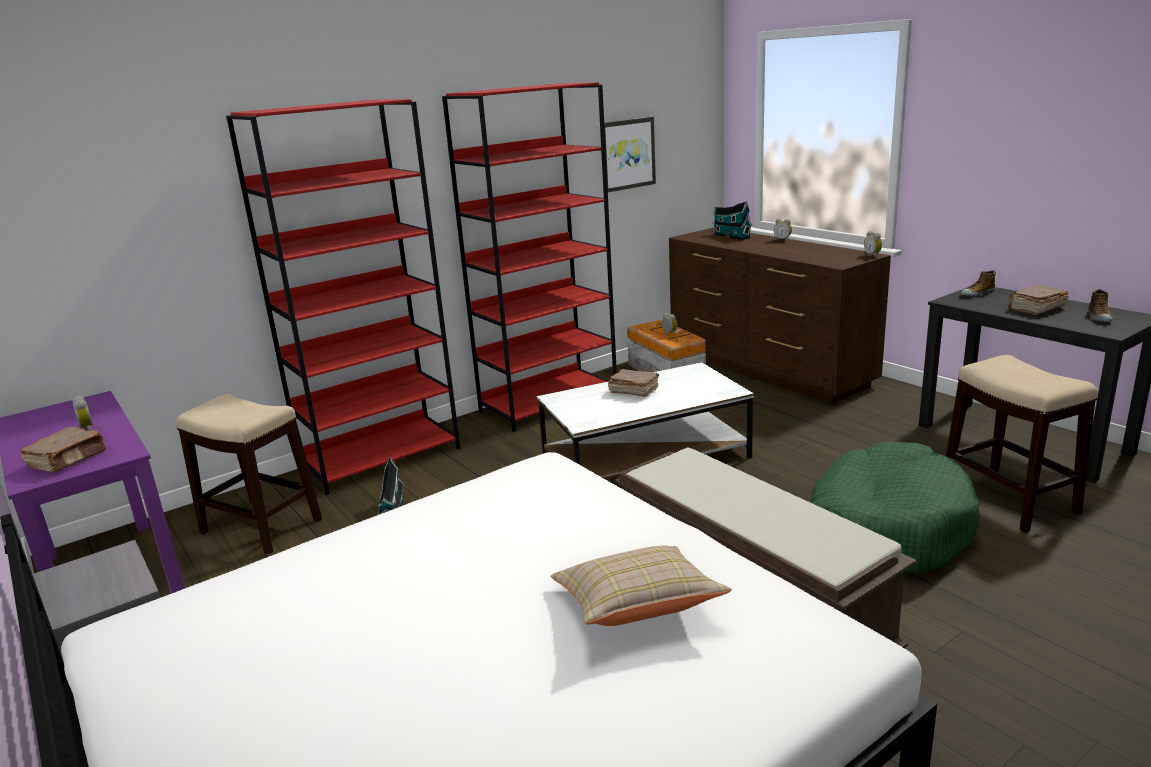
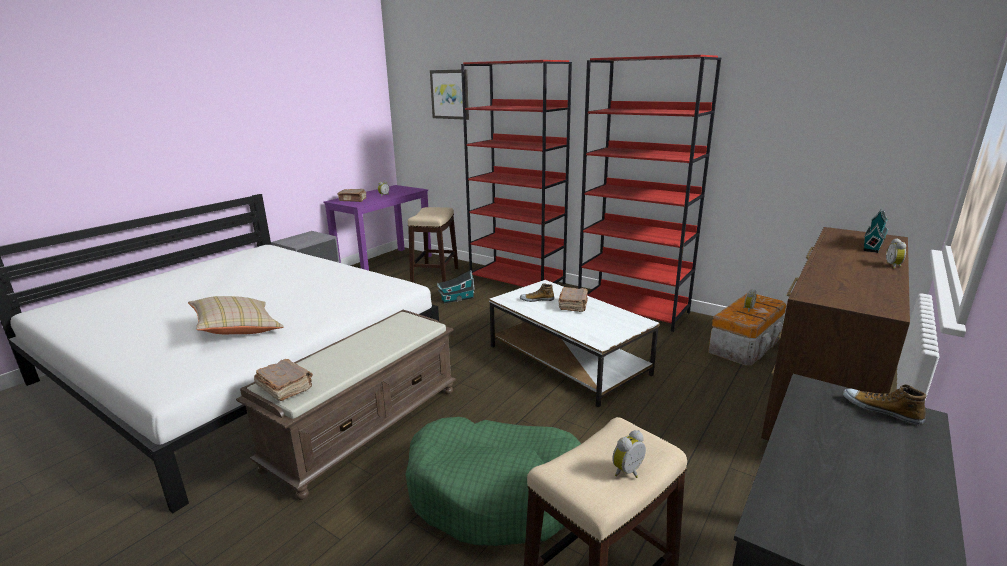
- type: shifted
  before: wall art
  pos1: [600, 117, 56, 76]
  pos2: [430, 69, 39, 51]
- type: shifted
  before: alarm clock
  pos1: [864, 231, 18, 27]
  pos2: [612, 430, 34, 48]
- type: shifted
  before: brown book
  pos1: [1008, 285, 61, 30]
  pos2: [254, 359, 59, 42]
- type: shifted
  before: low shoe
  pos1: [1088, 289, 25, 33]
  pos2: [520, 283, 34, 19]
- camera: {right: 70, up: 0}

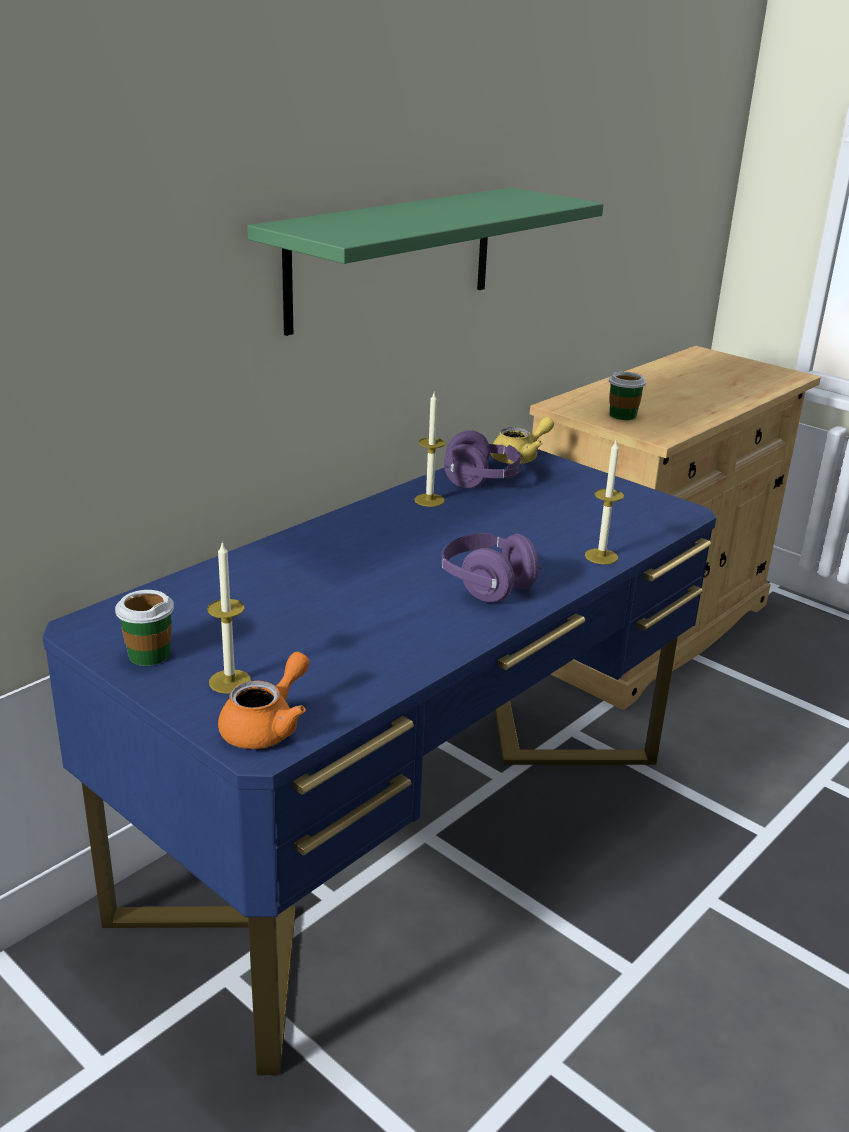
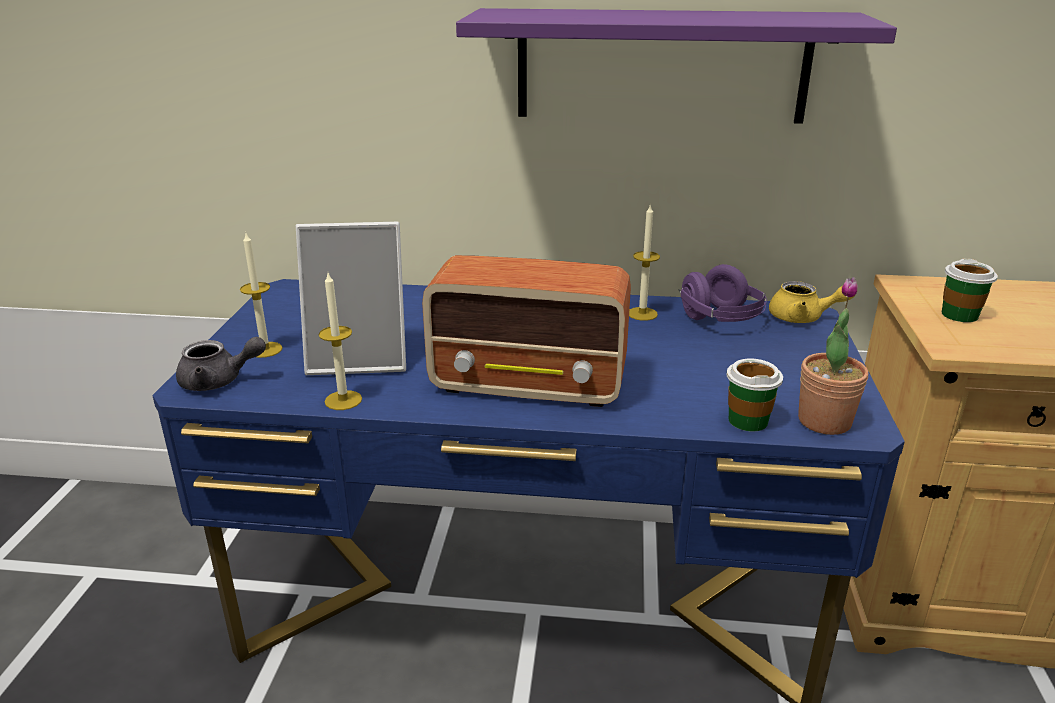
- type: new
  after: picture frame
  pos2: [296, 222, 110, 153]
- type: new
  after: potted plant
  pos2: [798, 277, 70, 158]
- type: shifted
  before: small cup
  pos1: [115, 590, 59, 76]
  pos2: [727, 359, 56, 72]
- type: shifted
  before: candle
  pos1: [585, 441, 39, 123]
  pos2: [319, 273, 43, 137]
- type: swapped
  before: purple headset
  after: radio set
  pos1: [441, 533, 101, 69]
  pos2: [422, 255, 209, 152]
- type: repainted
  before: orangey teapot
  after: grey teapot
  pos1: [218, 652, 92, 97]
  pos2: [176, 337, 90, 54]
- type: repainted
  before: greenish wall shelf
  after: purple wall shelf
  pos1: [247, 188, 357, 148]
  pos2: [456, 8, 441, 116]
- camera: {right: 55, up: 0}

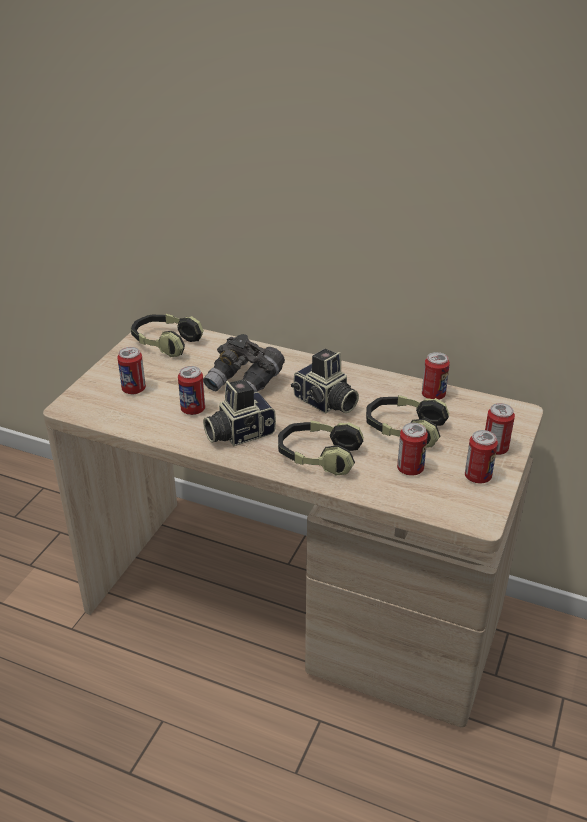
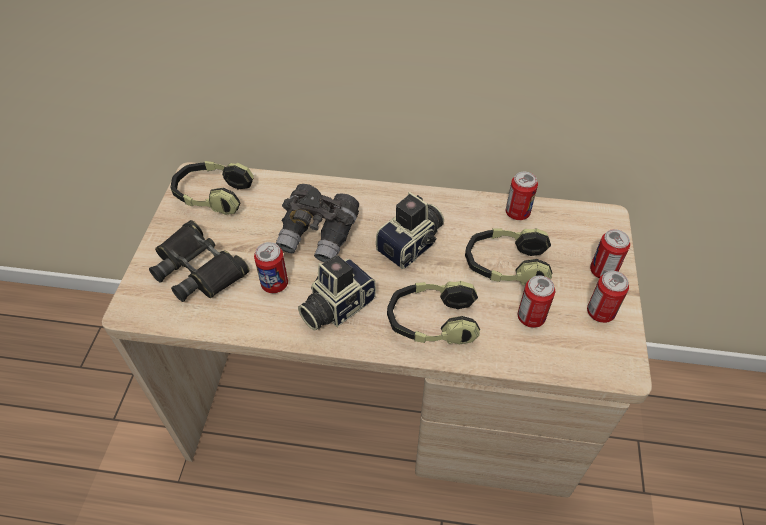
- type: swapped
  before: metal can
  after: black-coloured pair of binoculars
  pos1: [117, 347, 29, 47]
  pos2: [149, 220, 100, 82]
- type: rotated
  before: still camera
  pos1: [291, 349, 68, 64]
  pos2: [376, 192, 68, 77]
  turn: -75
- camera: {right: -15, up: 15}

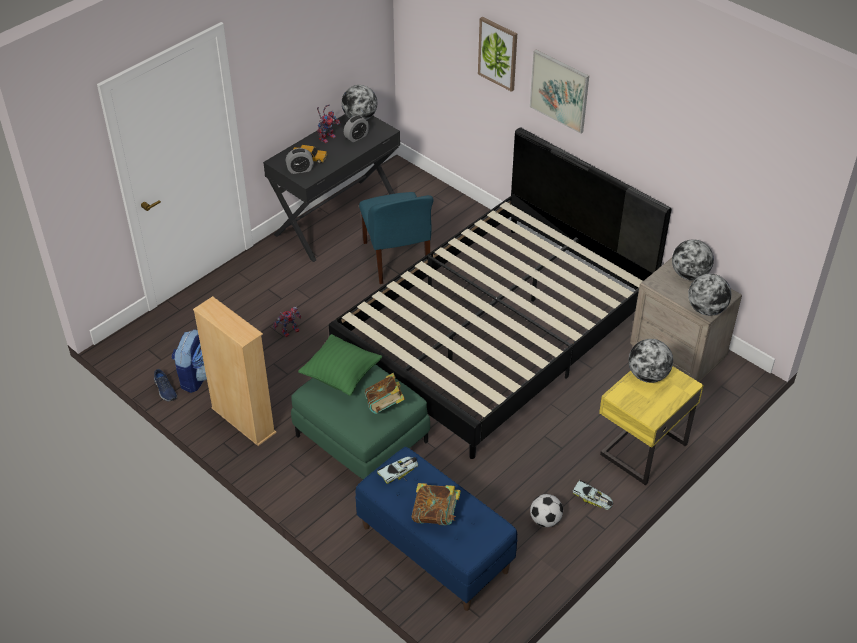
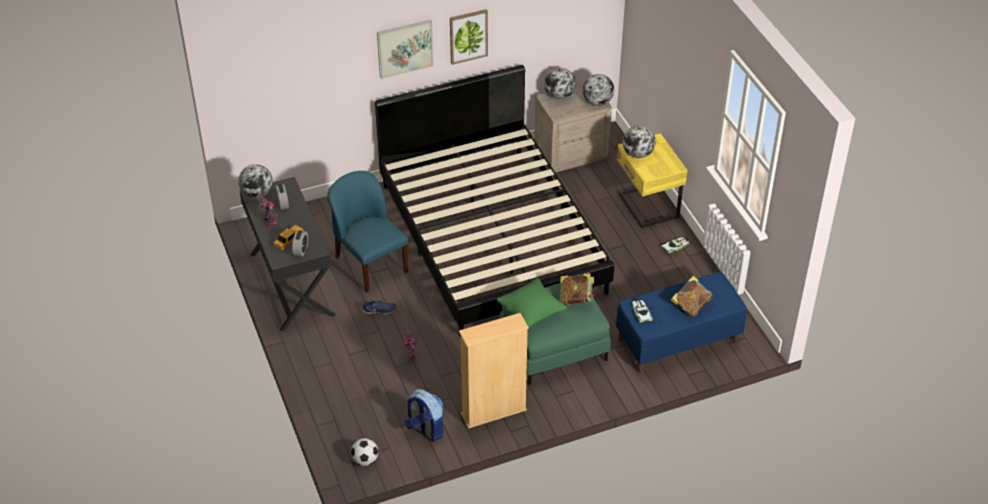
- type: shifted
  before: blue low shoe
  pos1: [154, 369, 23, 32]
  pos2: [362, 300, 35, 15]
- type: shifted
  before: wall art
  pos1: [478, 17, 39, 75]
  pos2: [450, 9, 38, 56]
- type: shifted
  before: football ball
  pos1: [530, 494, 33, 33]
  pos2: [351, 438, 27, 28]
- type: rotated
  before: blue plain chair
  pos1: [359, 192, 75, 92]
  pos2: [327, 171, 81, 121]
  turn: -135
- camera: {right: -65, up: 0}

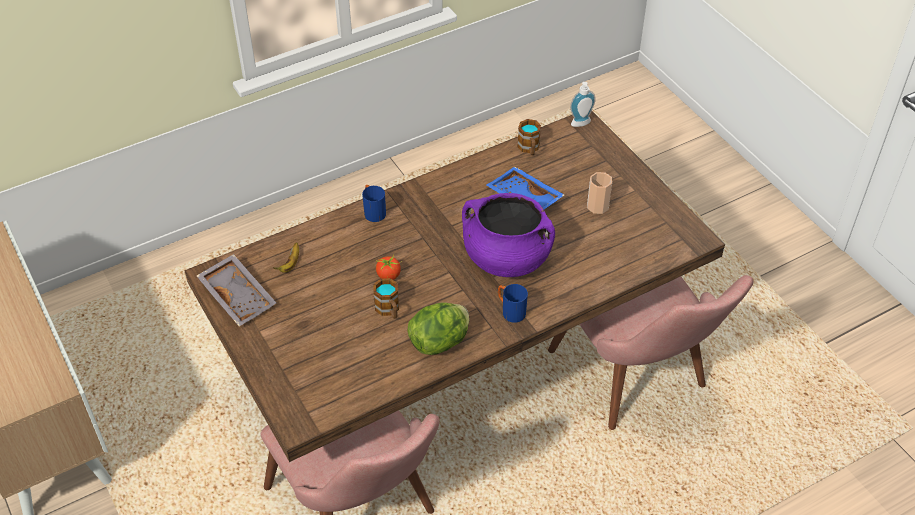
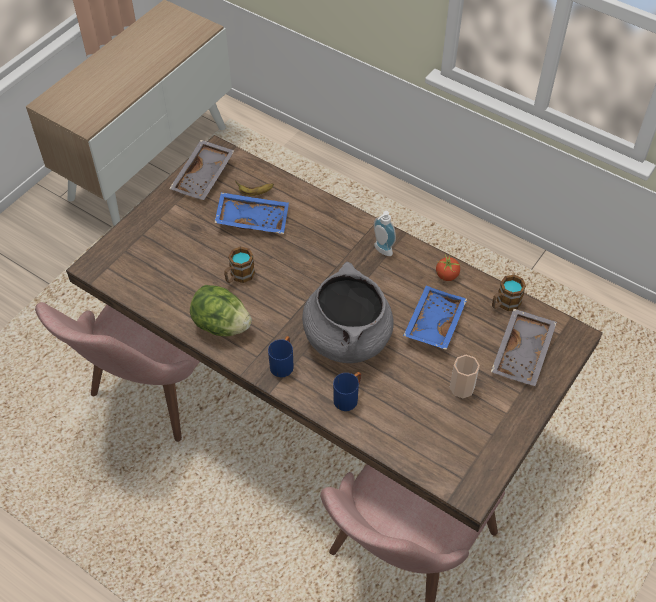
- type: new
  after: blue serving tray
  pos2: [214, 192, 75, 42]
- type: new
  after: grey serving tray
  pos2: [491, 309, 66, 77]
- type: shifted
  before: blue coffee mug
  pos1: [362, 185, 24, 37]
  pos2: [333, 372, 28, 39]
- type: shifted
  before: whole tomato
  pos1: [375, 256, 26, 24]
  pos2: [436, 254, 26, 27]
- type: shifted
  before: soap bottle
  pos1: [570, 82, 26, 45]
  pos2: [374, 211, 22, 45]
- type: repainted
  before: purple cooking pot
  after: grey cooking pot
  pos1: [462, 193, 93, 84]
  pos2: [302, 262, 92, 101]
- camera: {right: 65, up: 5}

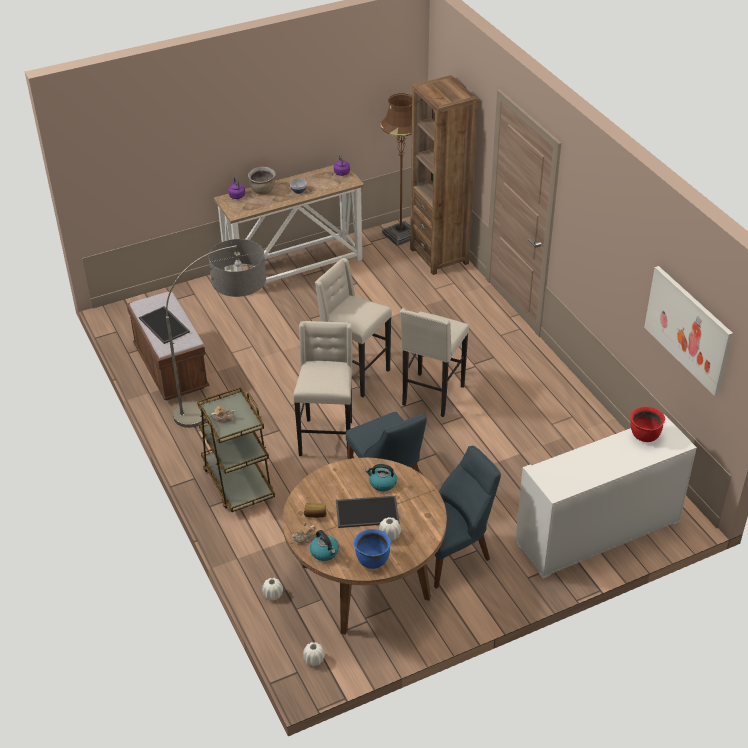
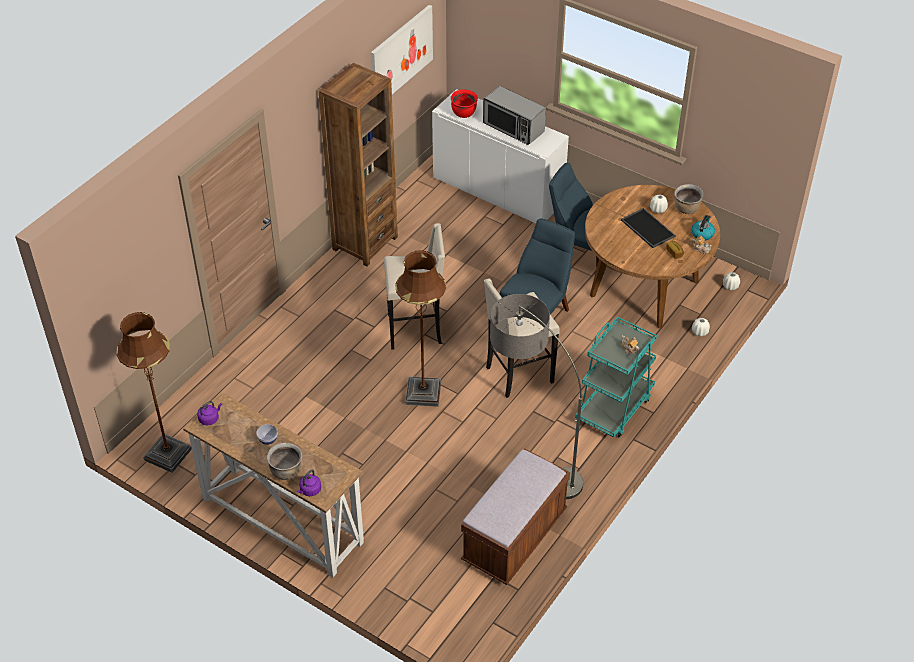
- type: gone
  before: serving tray
  pos1: [139, 306, 51, 38]
- type: gone
  before: water kettle
  pos1: [365, 464, 32, 27]
- type: new
  after: microwave
  pos2: [483, 86, 63, 59]
- type: shifted
  before: brown bookshelf
  pos1: [410, 75, 67, 200]
  pos2: [319, 63, 79, 203]
- type: swapped
  before: beige-coloured stool seat
  after: brown standard lamp
  pos1: [315, 258, 77, 139]
  pos2: [395, 250, 51, 157]
- type: repainted
  before: brown cart
  after: blue-green cart
  pos1: [197, 387, 78, 125]
  pos2: [575, 317, 82, 120]
- type: repainted
  before: blue cooking pot
  after: brown cooking pot
  pos1: [353, 529, 38, 40]
  pos2: [674, 184, 29, 30]
- camera: {right: -120, up: 5}

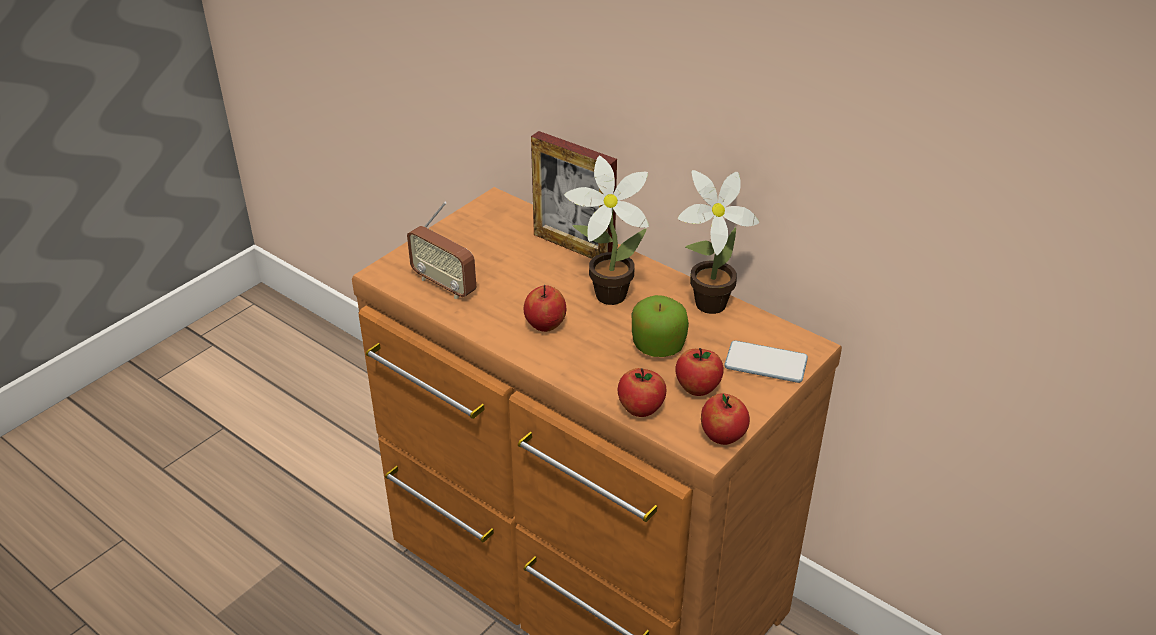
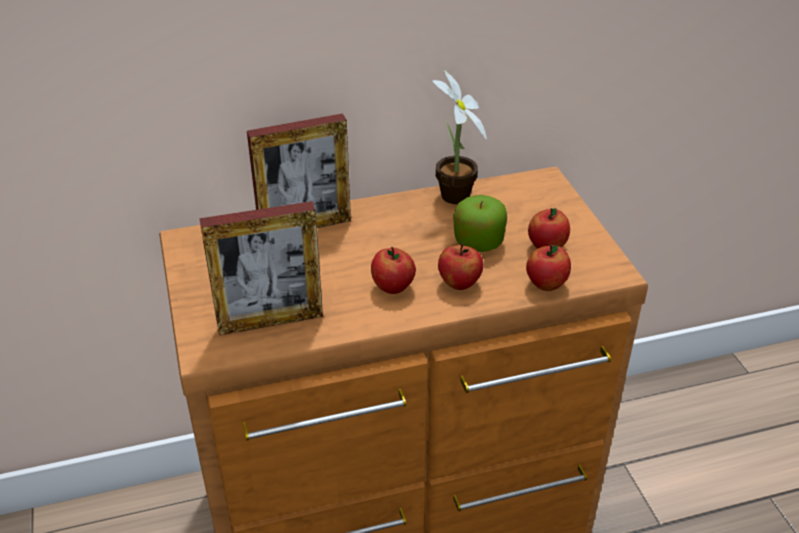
- type: gone
  before: potted plant
  pos1: [564, 156, 85, 149]
- type: gone
  before: telephone
  pos1: [724, 340, 84, 43]
- type: shifted
  before: apple
  pos1: [701, 393, 49, 52]
  pos2: [438, 243, 45, 47]
- type: swapped
  before: radio set
  after: picture frame
  pos1: [407, 202, 69, 97]
  pos2: [199, 201, 124, 134]
- camera: {right: -55, up: 0}

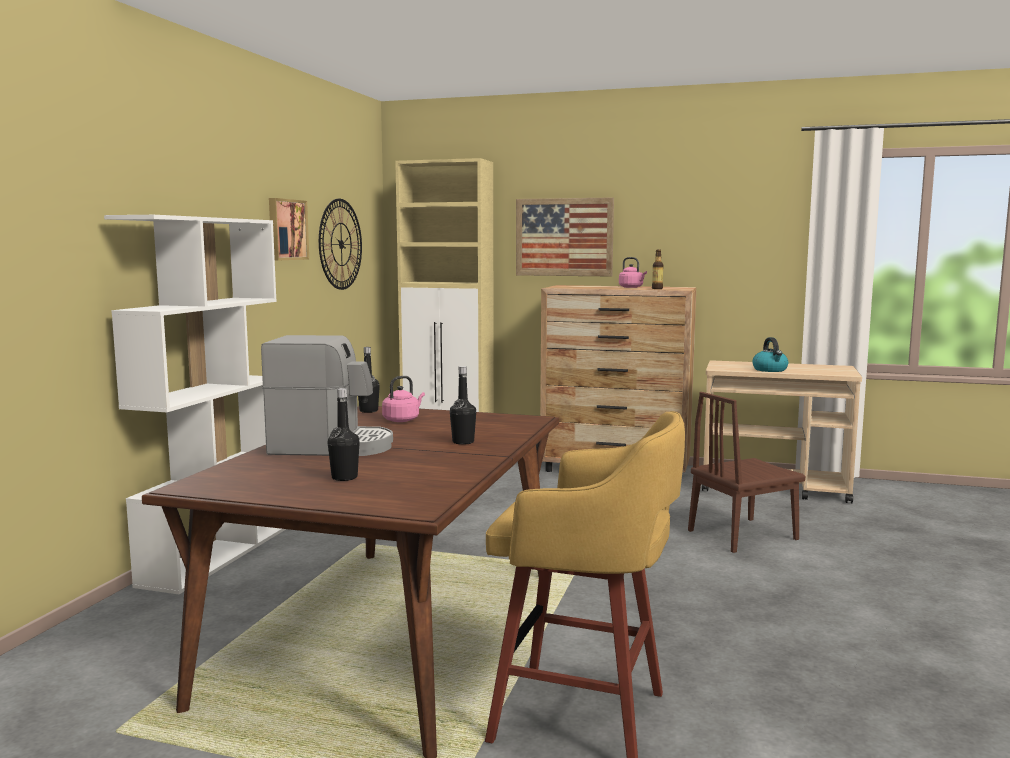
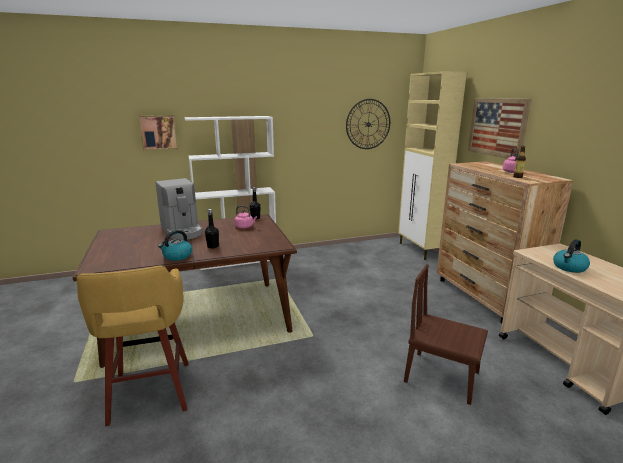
- type: gone
  before: black-coloured beverage bottle
  pos1: [328, 388, 32, 93]
- type: new
  after: water kettle
  pos2: [158, 230, 34, 31]
- type: shifted
  before: wall art
  pos1: [269, 198, 40, 63]
  pos2: [138, 115, 40, 36]
- camera: {right: 55, up: 10}

